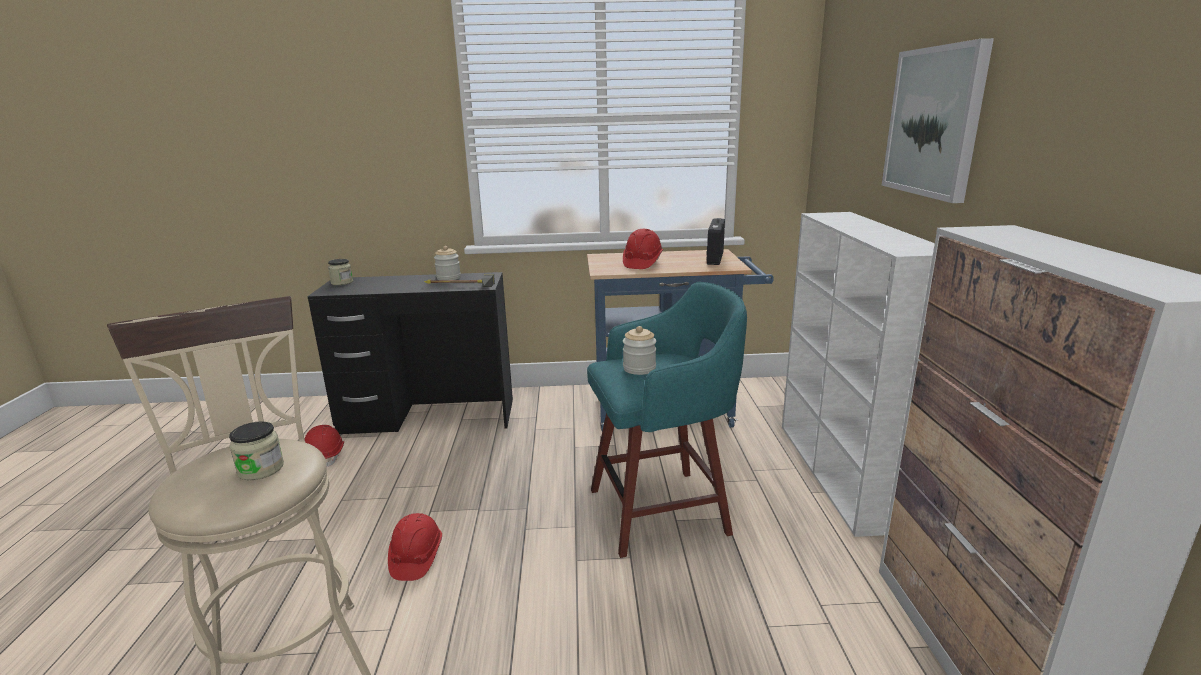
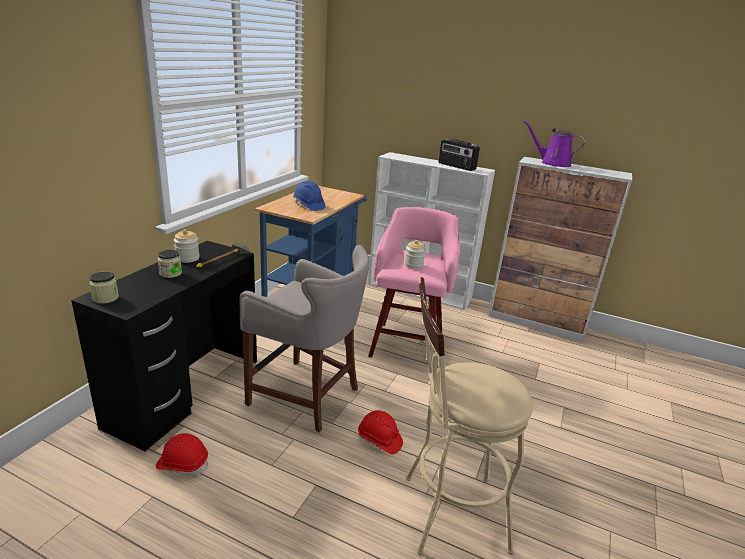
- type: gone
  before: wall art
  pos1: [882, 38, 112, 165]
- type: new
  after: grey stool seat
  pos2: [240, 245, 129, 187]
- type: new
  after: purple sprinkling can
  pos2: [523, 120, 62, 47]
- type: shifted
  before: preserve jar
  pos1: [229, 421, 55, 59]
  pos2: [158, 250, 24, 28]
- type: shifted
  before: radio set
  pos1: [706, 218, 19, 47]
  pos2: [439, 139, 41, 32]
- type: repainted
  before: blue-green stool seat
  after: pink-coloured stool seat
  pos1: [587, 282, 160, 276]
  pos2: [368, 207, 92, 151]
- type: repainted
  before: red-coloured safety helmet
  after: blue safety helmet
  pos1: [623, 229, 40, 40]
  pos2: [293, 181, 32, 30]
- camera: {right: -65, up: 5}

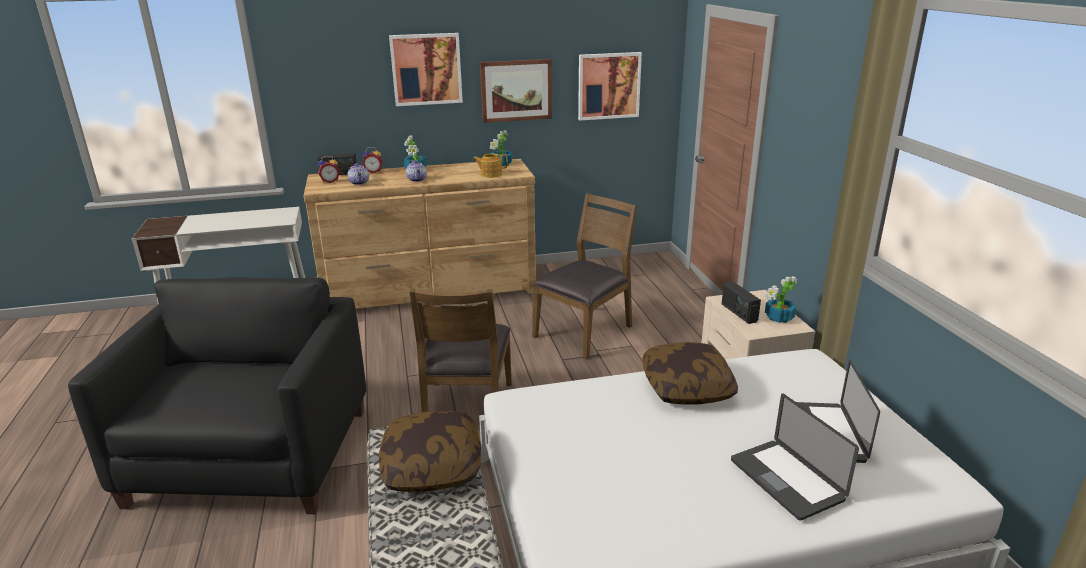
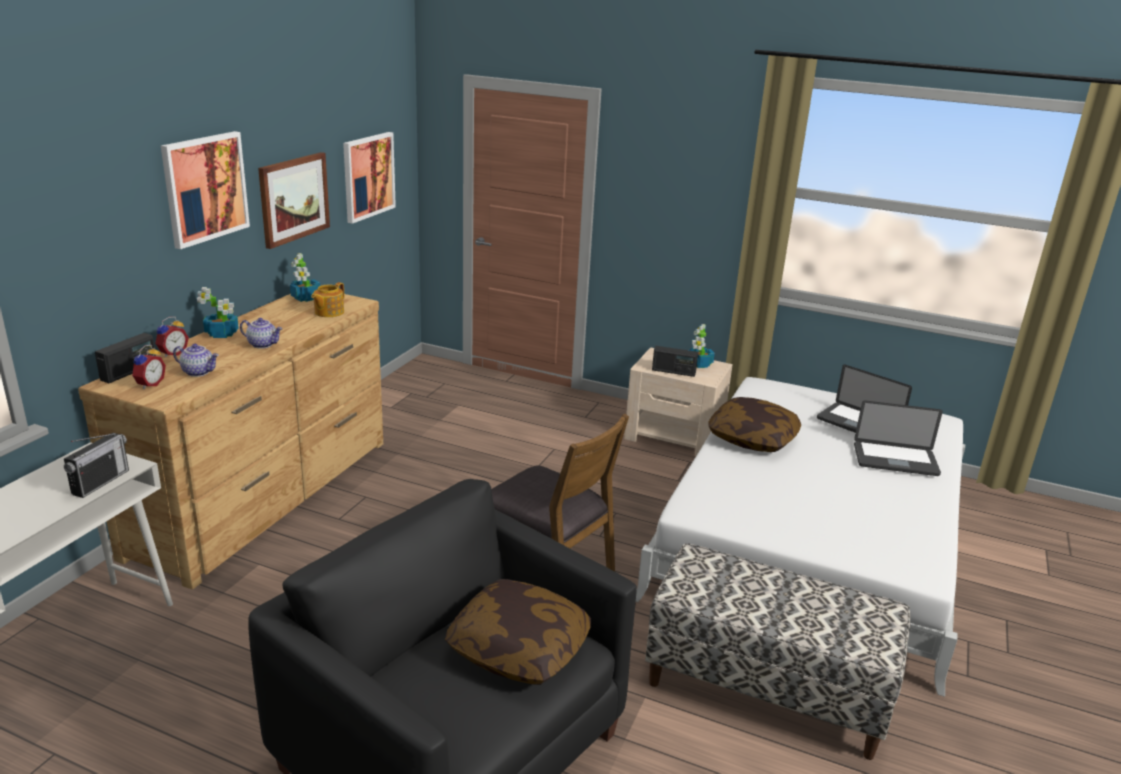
- type: gone
  before: brown plain chair
  pos1: [532, 193, 105, 167]
- type: new
  after: radio set
  pos2: [64, 433, 65, 65]
- type: shifted
  before: throw pillow
  pos1: [379, 411, 102, 81]
  pos2: [445, 579, 146, 106]
- camera: {right: -55, up: 0}

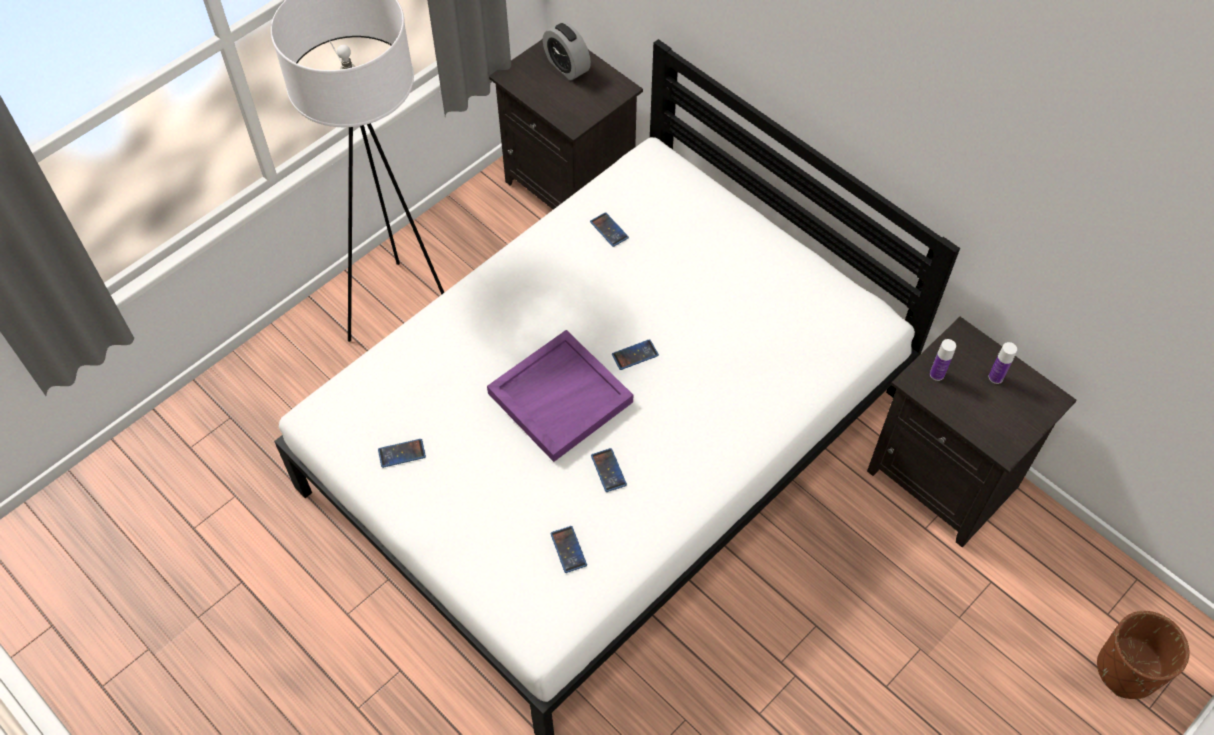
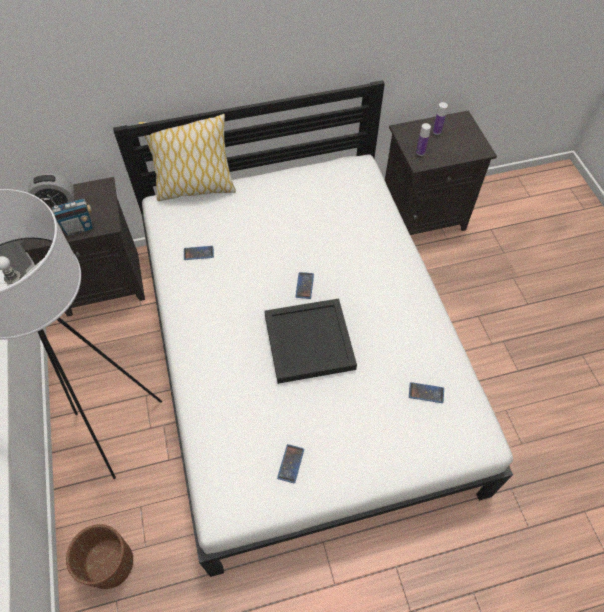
- type: gone
  before: telephone
  pos1: [591, 448, 36, 44]
- type: new
  after: radio set
  pos2: [47, 195, 46, 41]
- type: new
  after: throw pillow
  pos2: [138, 114, 98, 87]
- type: shifted
  before: brown planter
  pos1: [1097, 611, 93, 88]
  pos2: [66, 524, 67, 65]
- type: repainted
  before: purple serving tray
  after: black-coloured serving tray
  pos1: [487, 330, 146, 132]
  pos2: [264, 298, 93, 86]
- camera: {right: -60, up: 0}

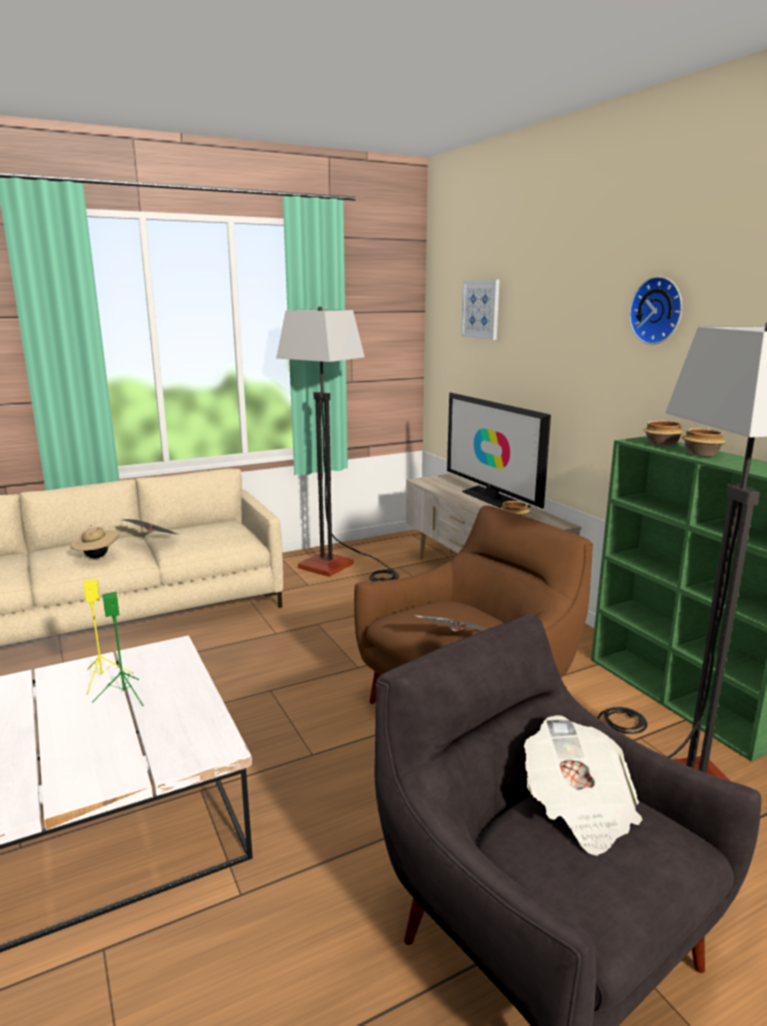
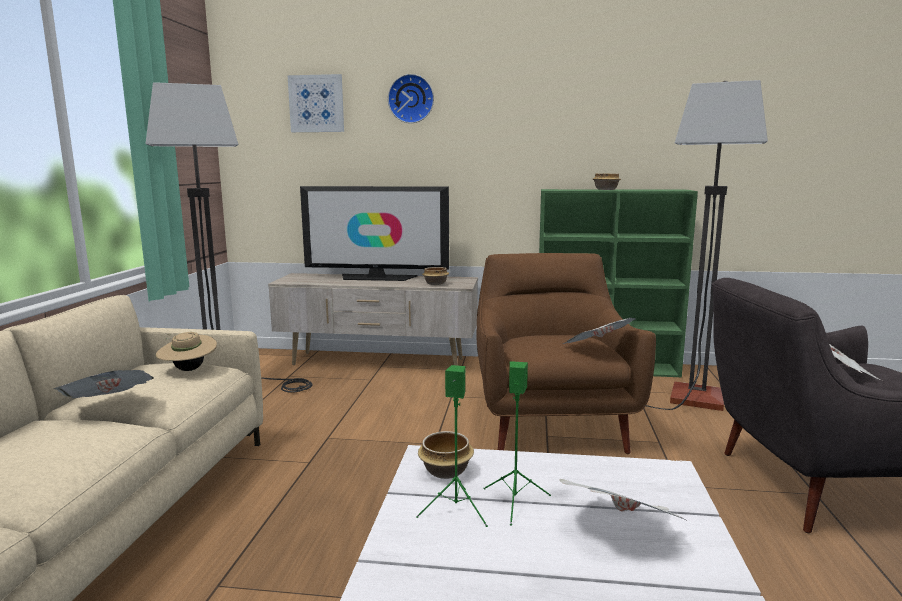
- type: new
  after: printed paper
  pos2: [559, 479, 127, 41]
- type: shifted
  before: beige-coloured hat
  pos1: [70, 525, 49, 33]
  pos2: [156, 332, 61, 39]
- type: shifted
  before: wall clock
  pos1: [629, 276, 53, 69]
  pos2: [388, 74, 46, 49]
- type: shifted
  before: serving bowl
  pos1: [644, 420, 40, 27]
  pos2: [418, 431, 56, 48]
- type: repainted
  before: yellowish loudspeaker
  after: greenish loudspeaker
  pos1: [84, 579, 50, 116]
  pos2: [416, 365, 72, 162]
- camera: {right: -55, up: -5}

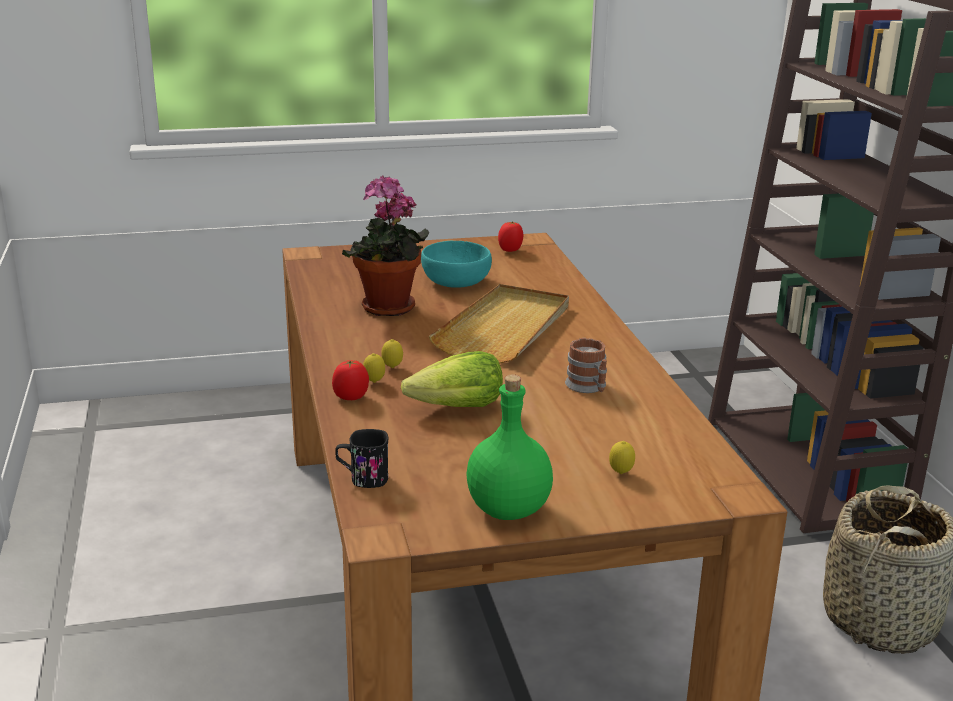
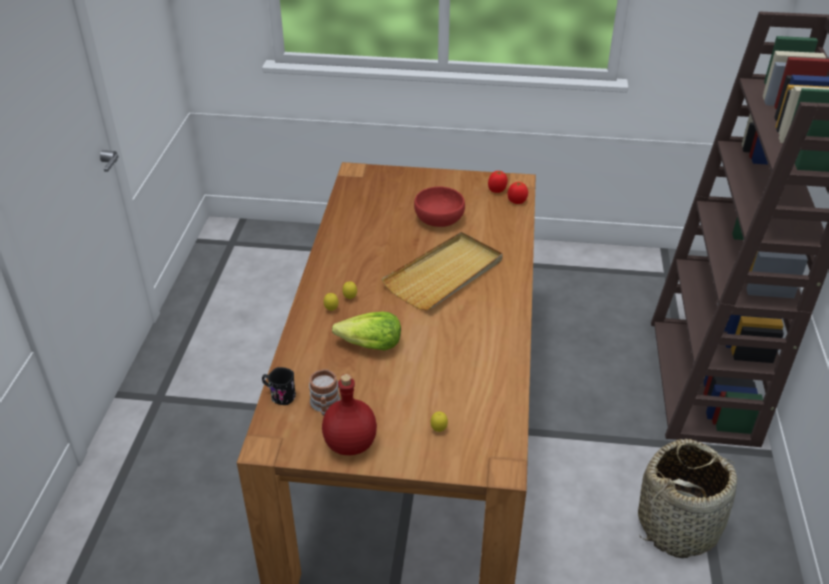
- type: gone
  before: potted plant
  pos1: [342, 175, 87, 141]
- type: shifted
  before: whole tomato
  pos1: [332, 360, 37, 40]
  pos2: [507, 182, 21, 22]
- type: shifted
  before: coffee mug
  pos1: [565, 338, 42, 55]
  pos2: [309, 369, 31, 47]
- type: repainted
  before: blue-green serving bowl
  after: red-coloured serving bowl
  pos1: [421, 241, 71, 47]
  pos2: [414, 187, 51, 40]
- type: repainted
  before: greenish beverage bottle
  after: red-coloured beverage bottle
  pos1: [466, 375, 87, 145]
  pos2: [322, 374, 55, 81]
- camera: {right: 20, up: 15}

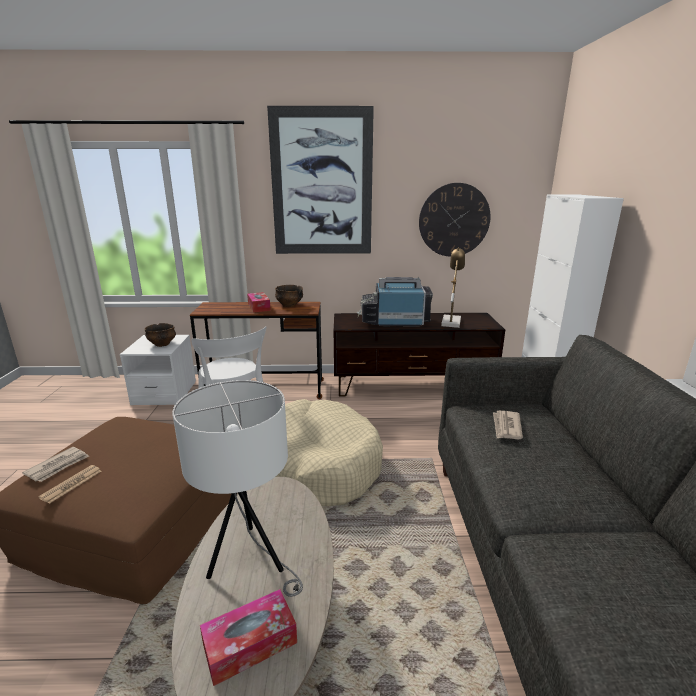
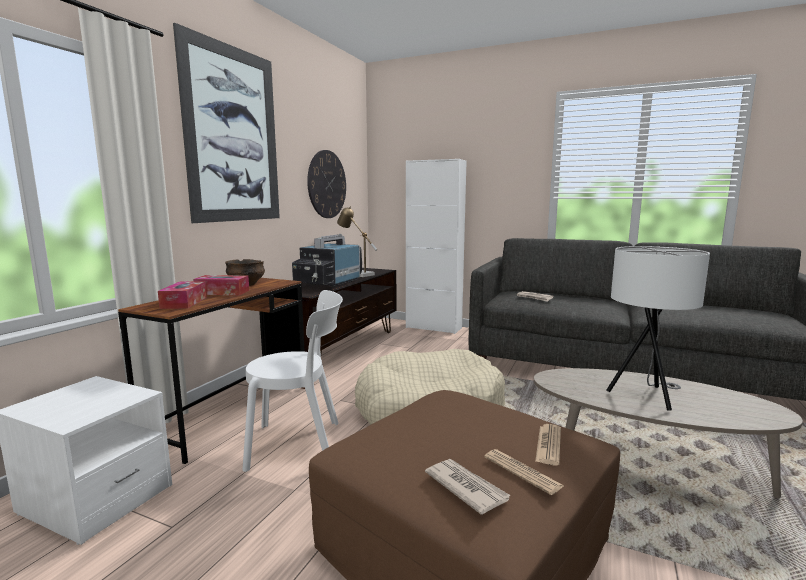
- type: gone
  before: serving bowl
  pos1: [144, 323, 32, 24]
- type: new
  after: printed paper
  pos2: [535, 424, 26, 41]
- type: shifted
  before: tissue box
  pos1: [200, 589, 97, 97]
  pos2: [158, 281, 49, 28]
- camera: {right: -65, up: -10}

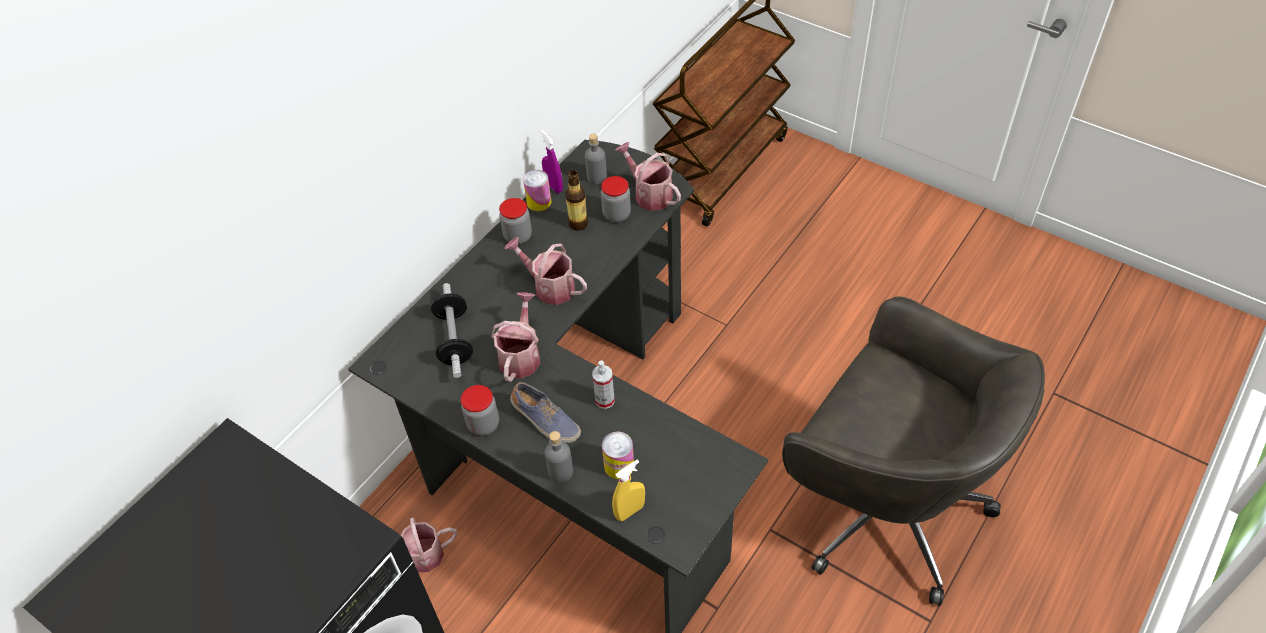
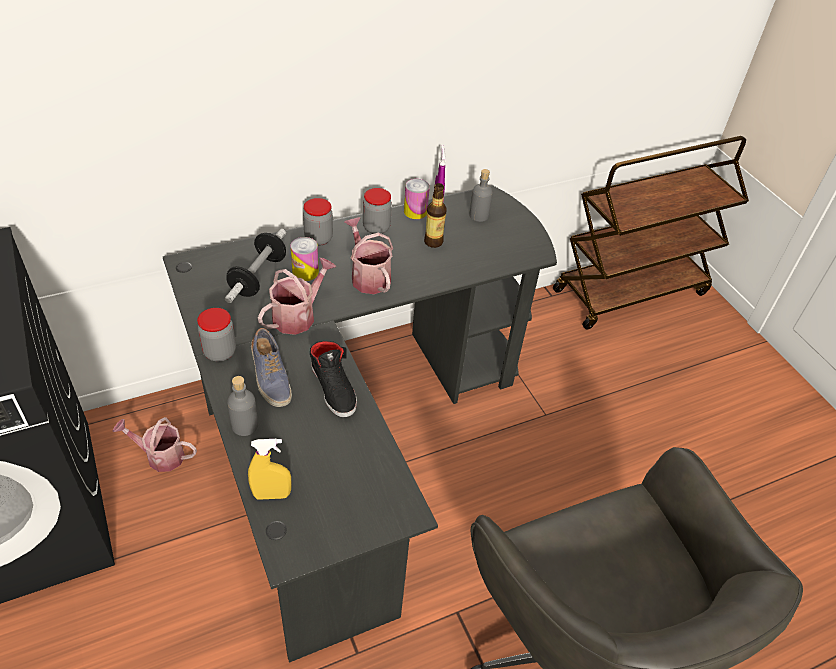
- type: gone
  before: sprinkling can
  pos1: [615, 142, 66, 69]
- type: shifted
  before: preserve jar
  pos1: [601, 176, 30, 46]
  pos2: [303, 198, 30, 48]
- type: shifted
  before: metal can
  pos1: [602, 432, 32, 47]
  pos2: [291, 237, 28, 44]
- type: swapped
  before: spray bottle
  after: black-coloured low shoe
  pos1: [592, 360, 23, 49]
  pos2: [310, 341, 47, 77]
- camera: {right: 25, up: -5}

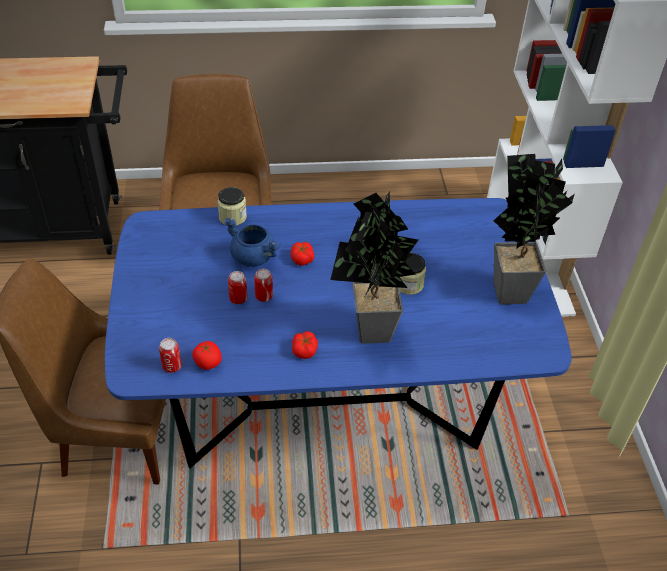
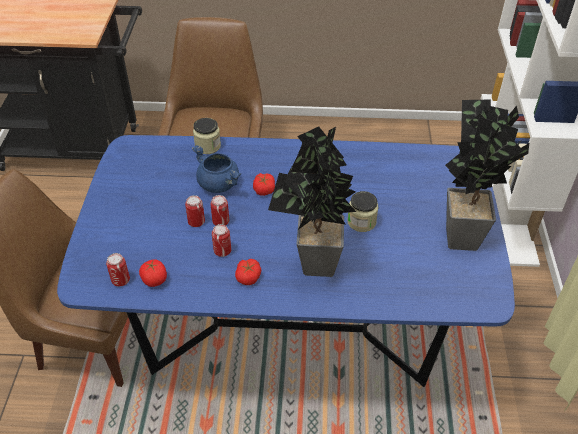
- type: new
  after: metal can
  pos2: [212, 224, 19, 33]
- camera: {right: 10, up: 0}

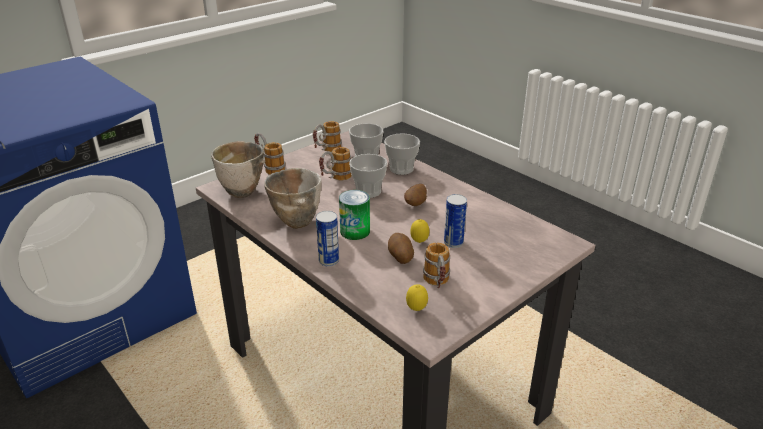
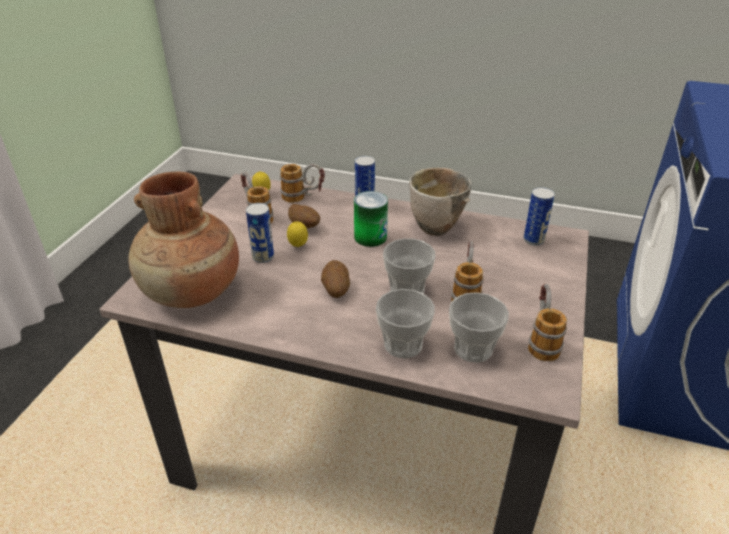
- type: new
  after: brown decorative vase
  pos2: [128, 171, 111, 137]
- type: shifted
  before: coffee mug
  pos1: [254, 133, 31, 42]
  pos2: [280, 164, 45, 39]
- type: swapped
  before: serving bowl
  after: metal can
  pos1: [211, 141, 54, 57]
  pos2: [523, 187, 32, 59]
- camera: {right: 150, up: 5}

